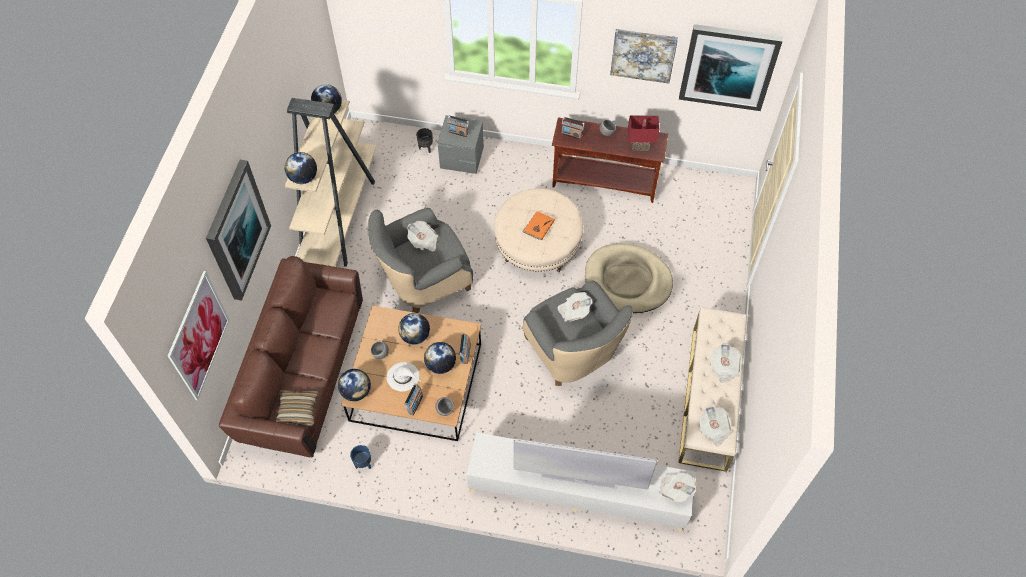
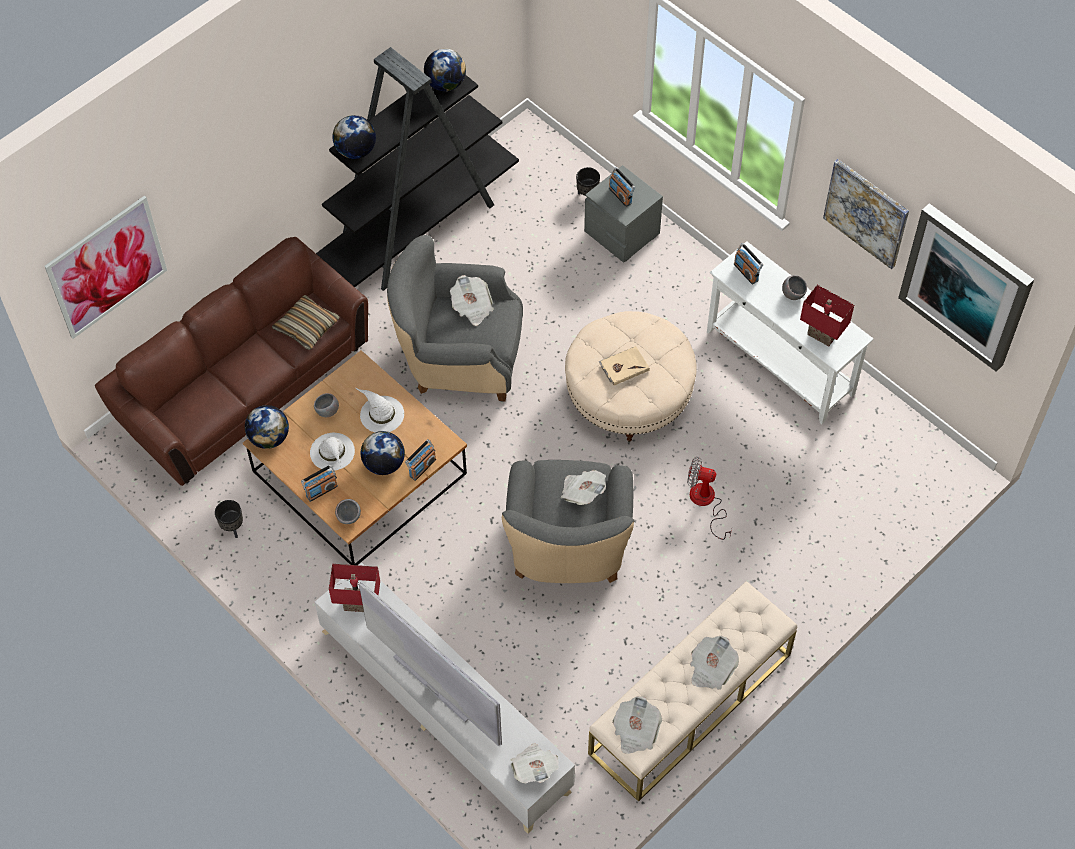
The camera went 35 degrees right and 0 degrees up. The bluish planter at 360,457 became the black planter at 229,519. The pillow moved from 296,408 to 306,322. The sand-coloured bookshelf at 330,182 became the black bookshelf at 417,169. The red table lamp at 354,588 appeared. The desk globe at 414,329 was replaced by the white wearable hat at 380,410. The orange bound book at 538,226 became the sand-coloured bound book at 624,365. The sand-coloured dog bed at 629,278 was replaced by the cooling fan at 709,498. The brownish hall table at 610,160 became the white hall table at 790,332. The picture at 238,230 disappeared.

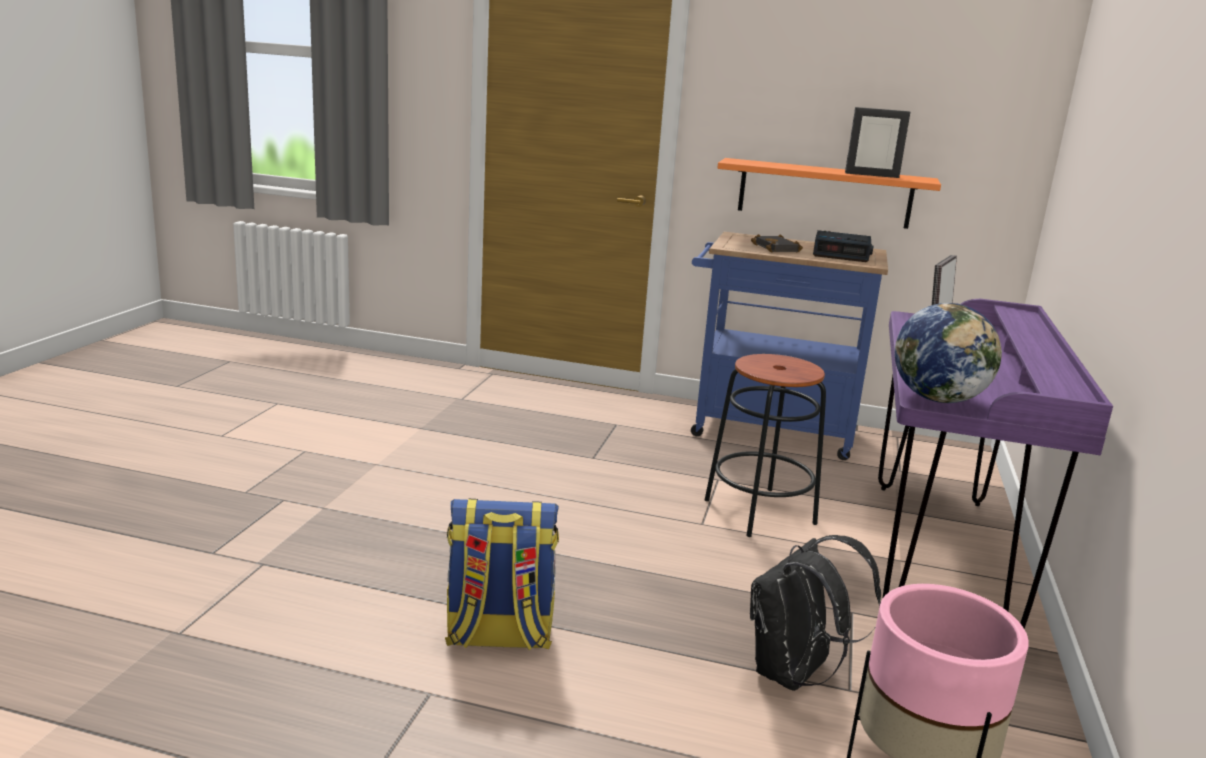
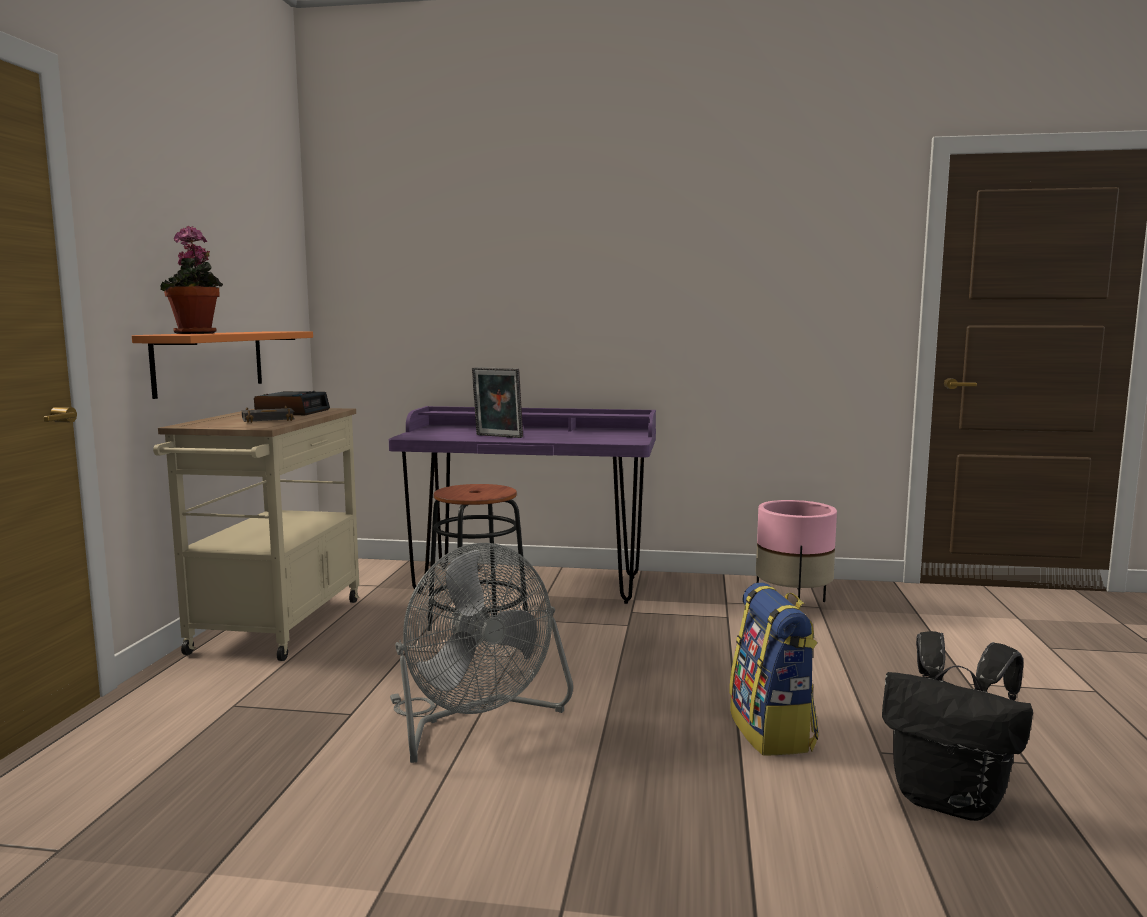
The camera went 95 degrees left and 10 degrees down. The bluish cart at 789,346 became the sand-coloured cart at 256,534. The houseplant at 191,280 appeared. The grey cooling fan at 481,653 appeared. The black backpack moved from 815,613 to 957,726. The picture frame at 877,142 disappeared. The desk globe at 948,353 disappeared.

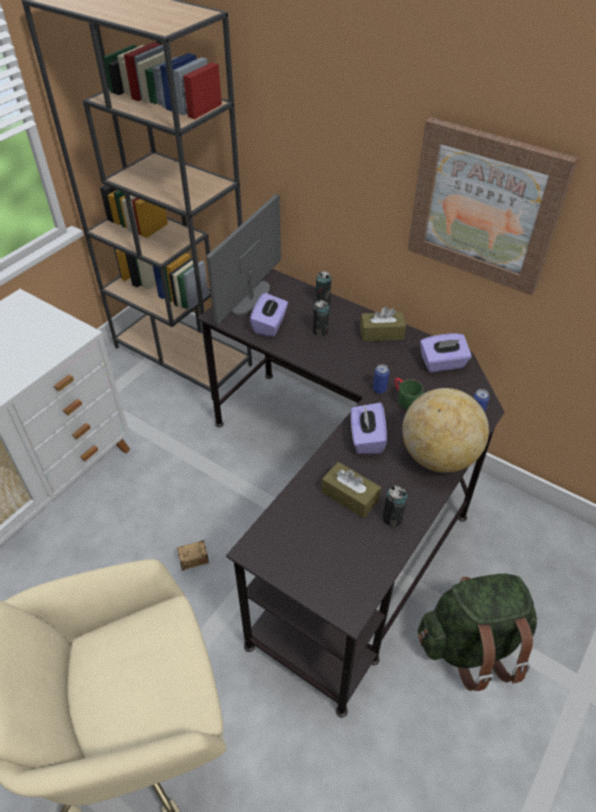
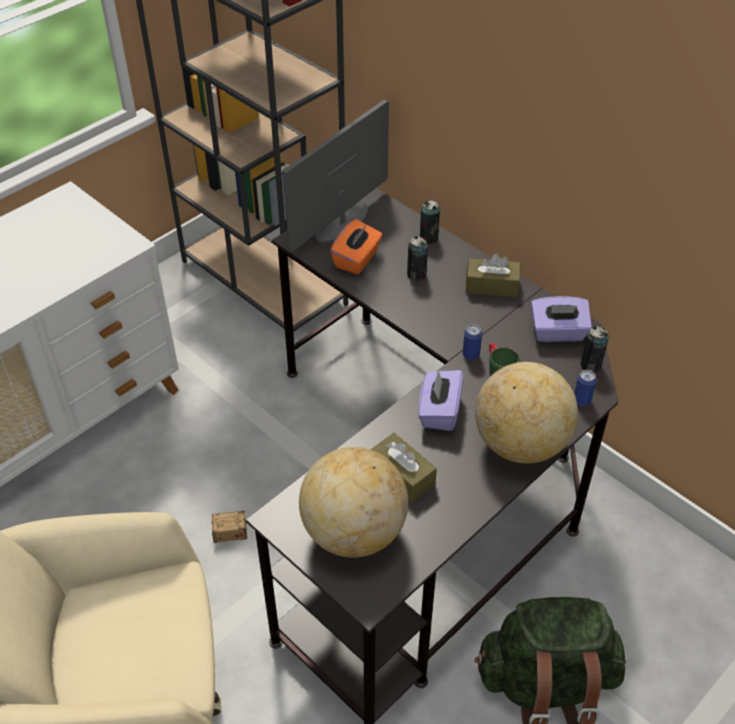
The camera went 10 degrees right and 0 degrees up. The desk globe at 353,502 appeared. The purplish tissue holder at 269,315 became the orange tissue holder at 356,247. The metal can moved from 395,506 to 595,349. The picture at 493,206 disappeared.

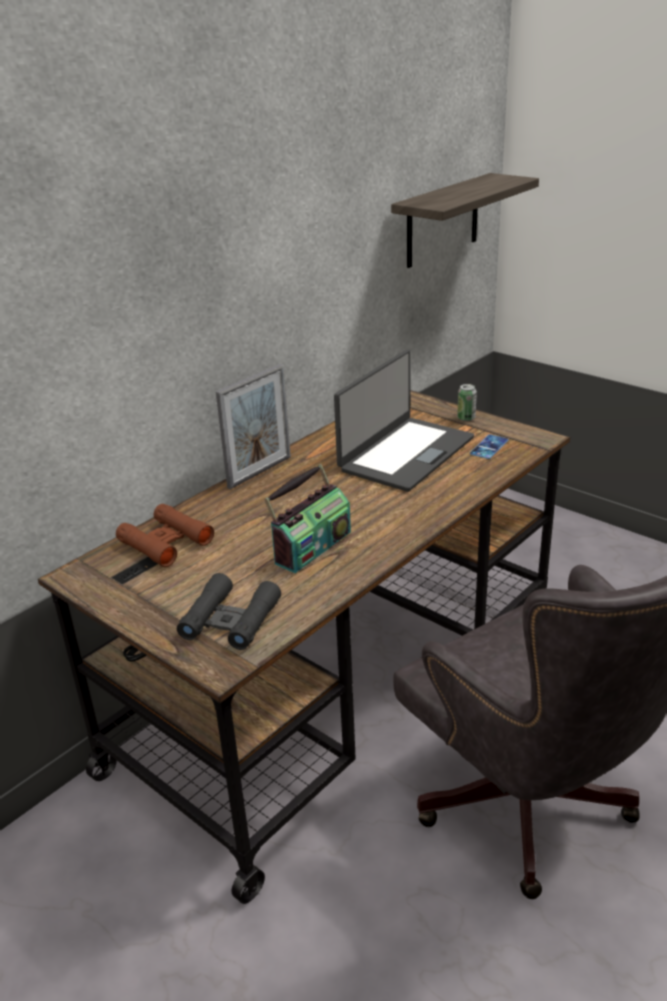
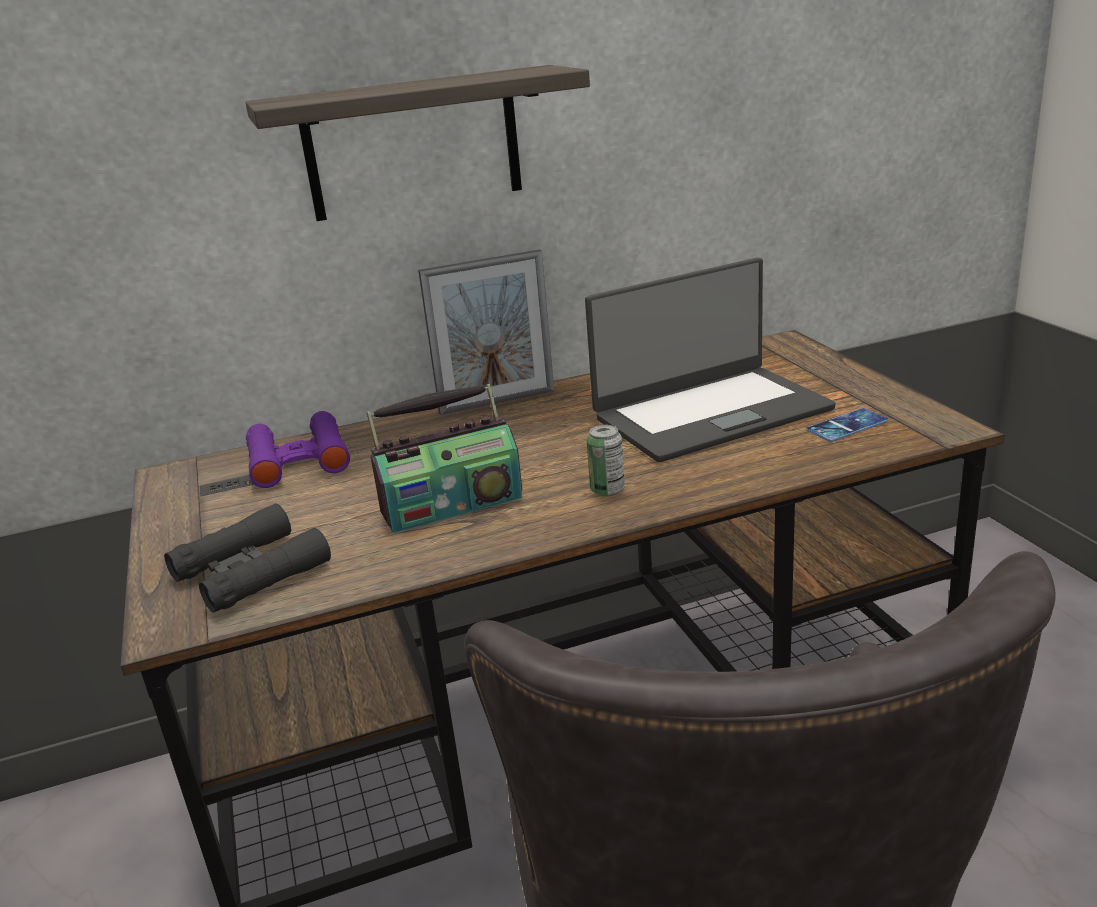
The camera went 30 degrees right and 5 degrees down. The shelf moved from 465,220 to 417,143. The brownish binoculars at 165,535 became the purplish binoculars at 298,449. The metal can moved from 467,402 to 606,461.

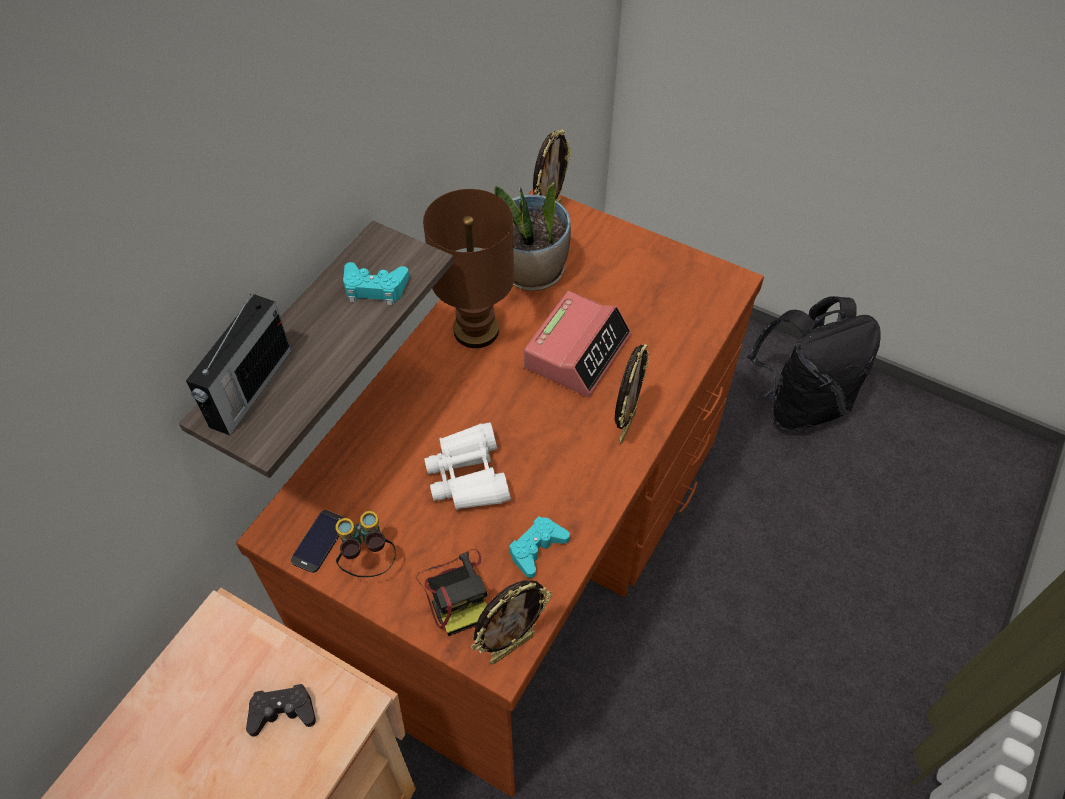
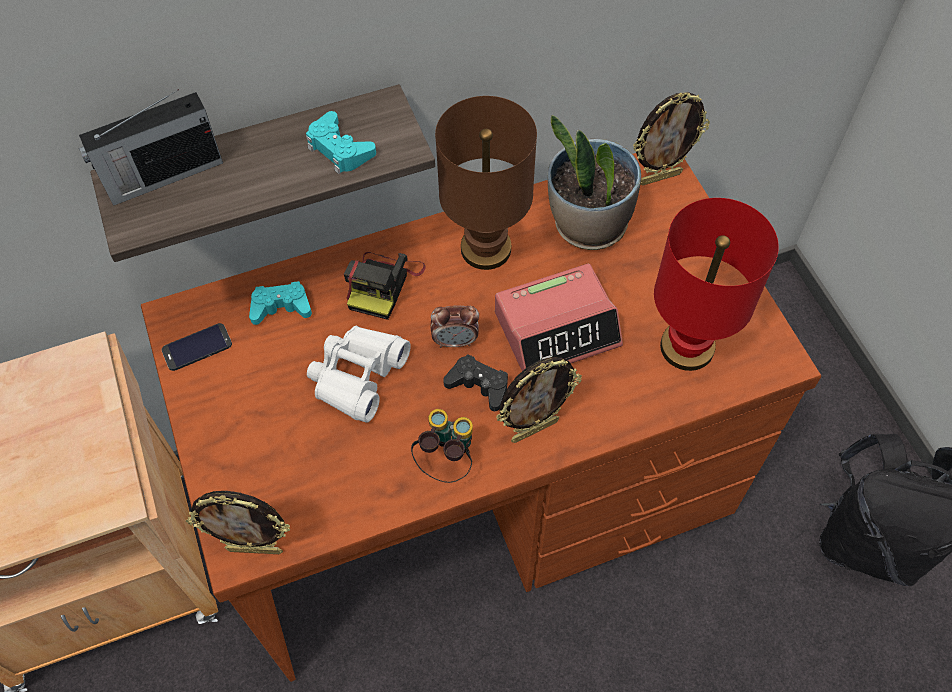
The camera went 40 degrees right and 5 degrees up. The blue-green joypad moved from 539,547 to 280,303. The still camera moved from 451,592 to 385,286. The binoculars moved from 365,544 to 442,446. The table clock at 455,326 appeared. The black joypad moved from 281,710 to 475,382. The red table lamp at 716,284 appeared.

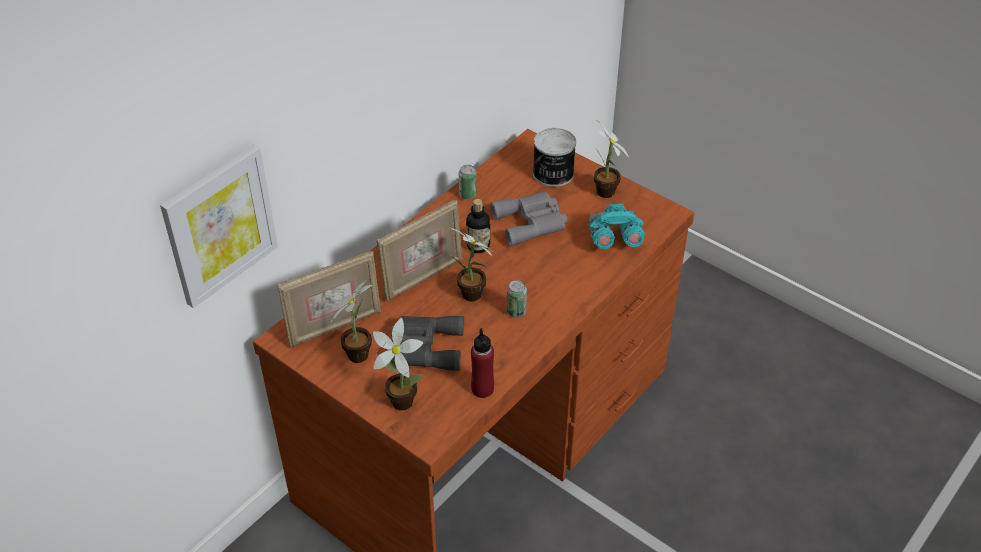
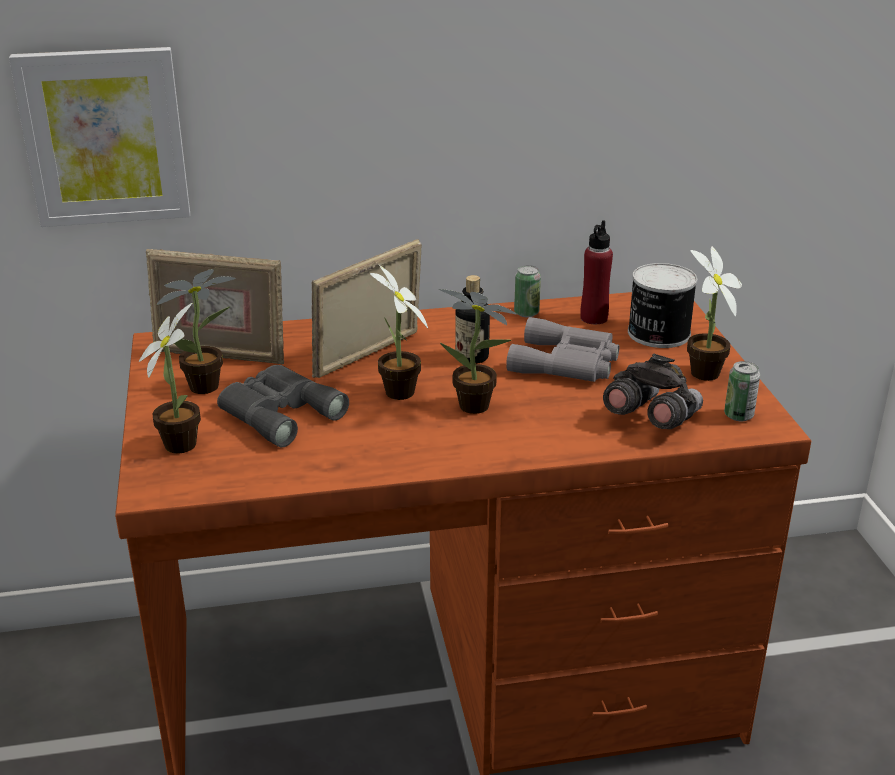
The camera went 40 degrees right and 15 degrees down. The picture frame at 420,250 turned 135 degrees clockwise. The houseplant at 478,351 appeared. The red bottle moved from 482,363 to 596,272. The blue-green binoculars at 617,226 became the grey binoculars at 653,391. The metal can moved from 517,299 to 742,391.

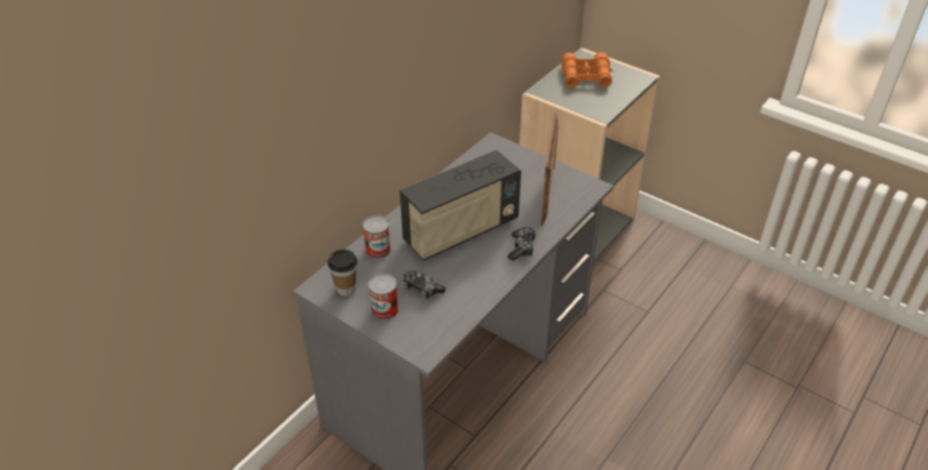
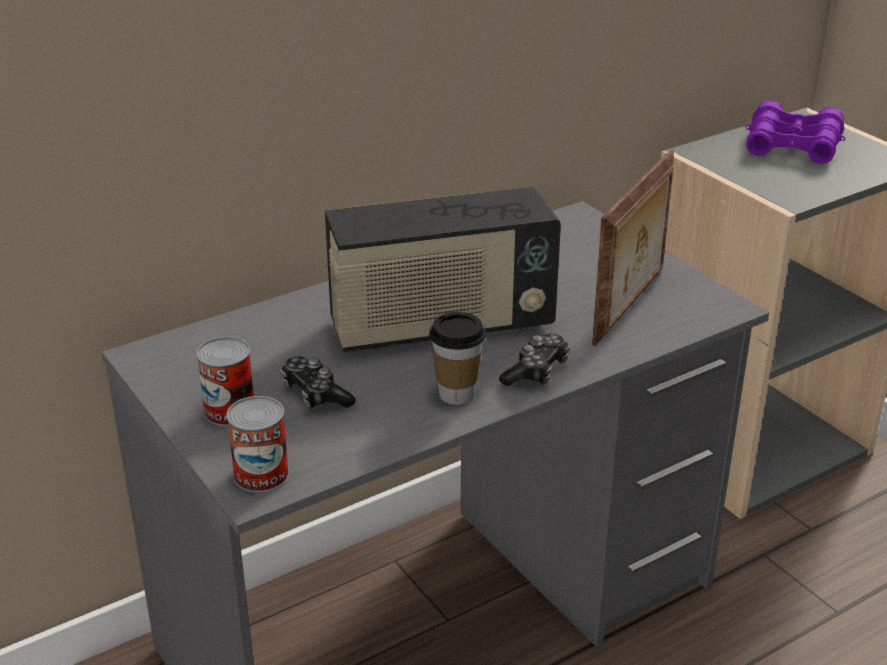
The camera went 20 degrees right and 10 degrees down. The metal can moved from 377,237 to 257,444. The cup moved from 343,272 to 457,358. The orange binoculars at 587,70 became the purplish binoculars at 795,132.

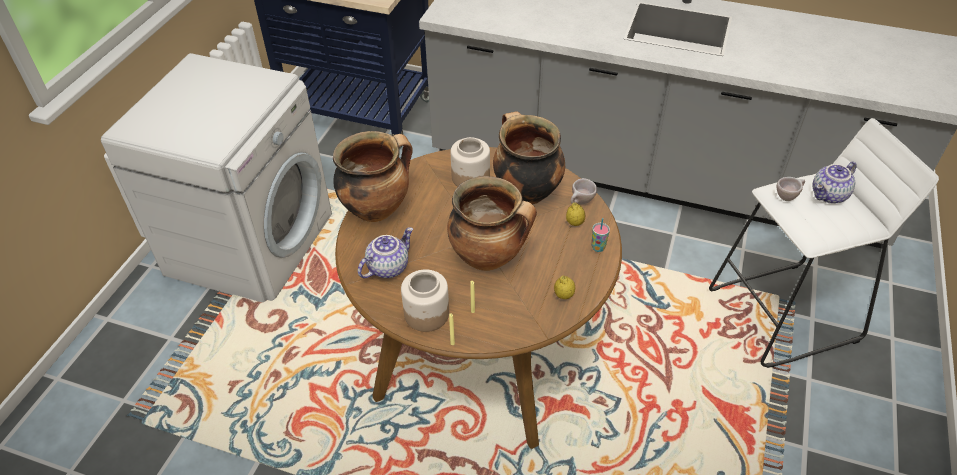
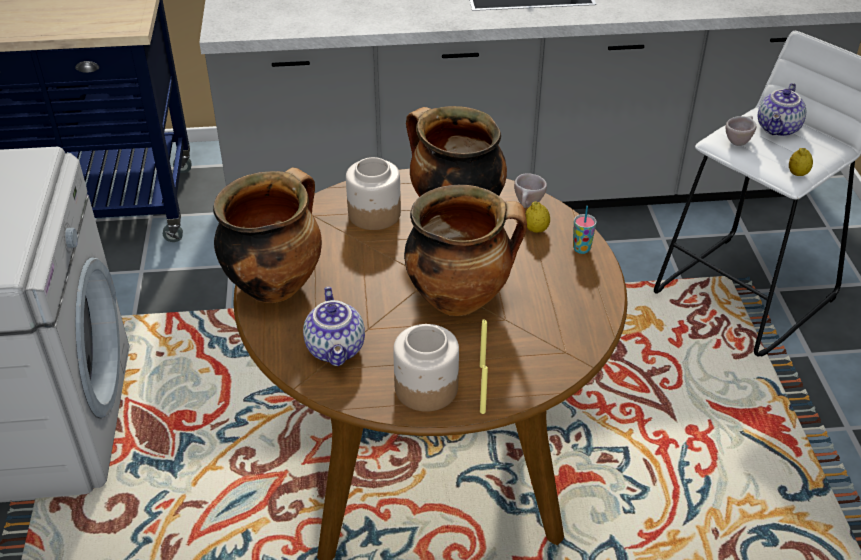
The camera went 25 degrees left and 5 degrees down. The pot for tea at 385,252 turned 150 degrees clockwise. The citrus fruit moved from 564,287 to 801,162.

